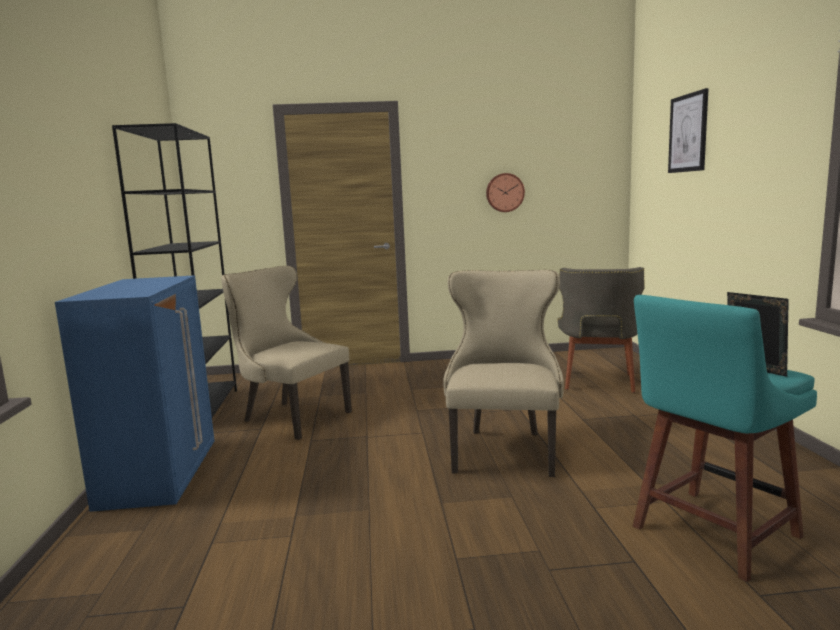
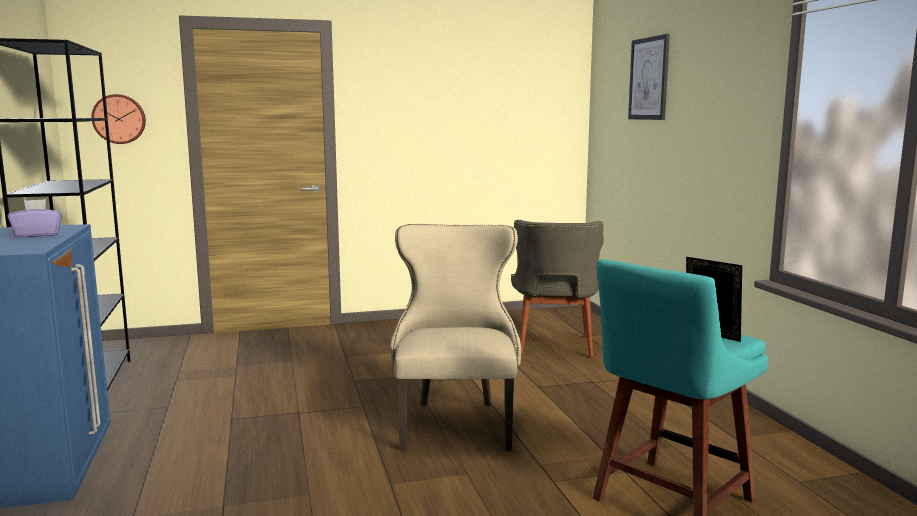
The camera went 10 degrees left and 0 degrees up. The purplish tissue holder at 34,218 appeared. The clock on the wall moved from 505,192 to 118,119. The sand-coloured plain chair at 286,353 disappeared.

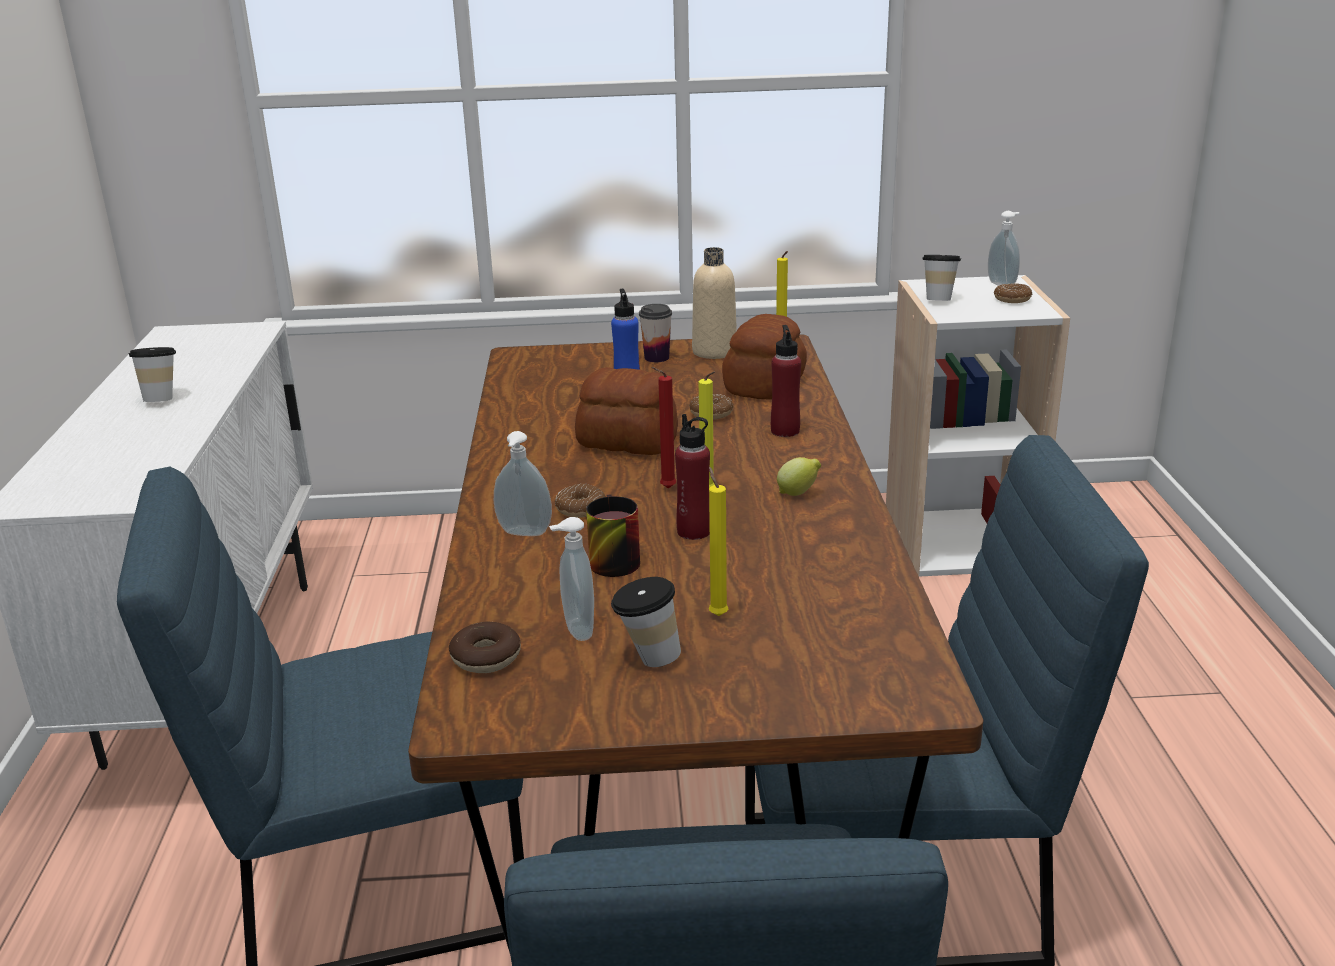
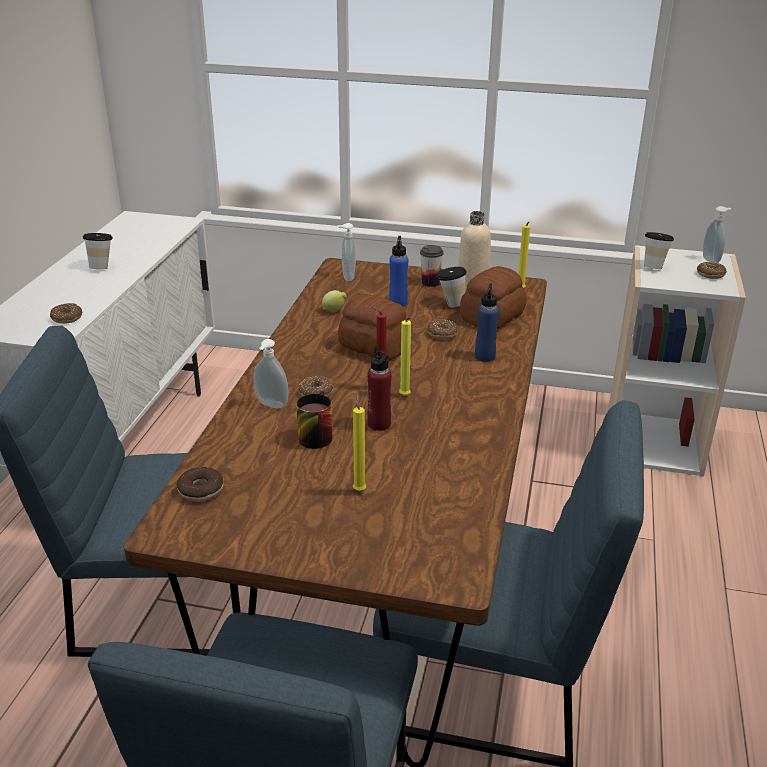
The camera went 15 degrees right and 5 degrees up. The ring doughnut at 66,313 appeared. The citrus fruit moved from 799,476 to 334,301. The soap bottle moved from 571,579 to 347,252. The cup moved from 646,622 to 451,287. The red bottle at 786,381 became the bluish bottle at 487,323.

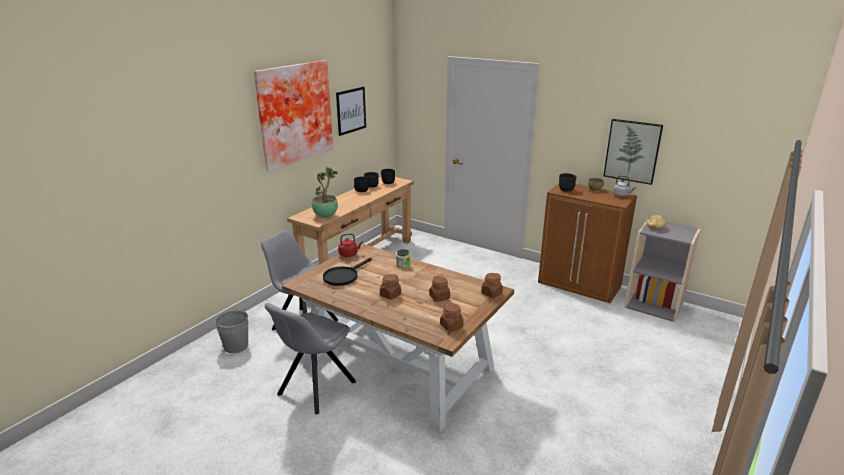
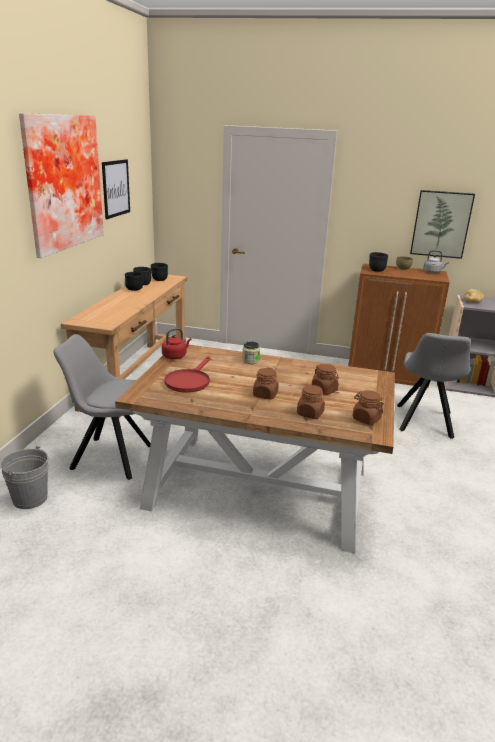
The camera went 20 degrees left and 0 degrees up. The black skillet at 347,272 became the red skillet at 187,374. The brownish jar moved from 492,285 to 311,402. The grey plain chair moved from 310,358 to 434,386. The houseplant at 325,192 disappeared.

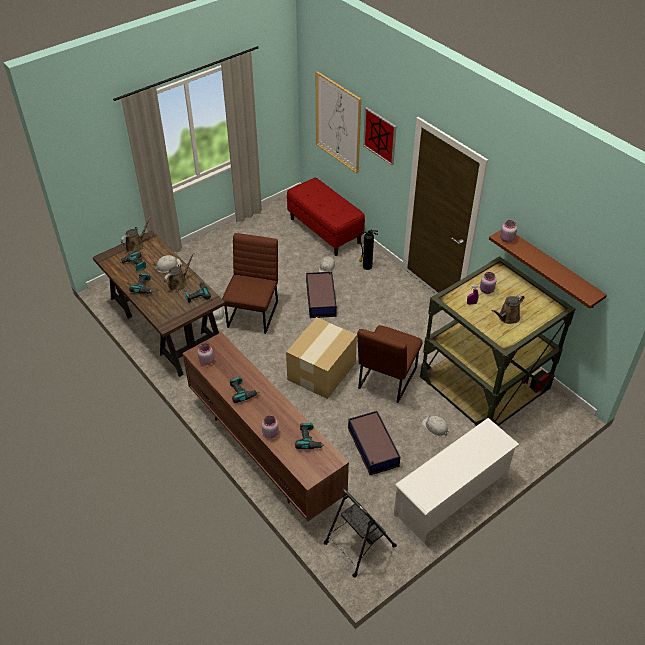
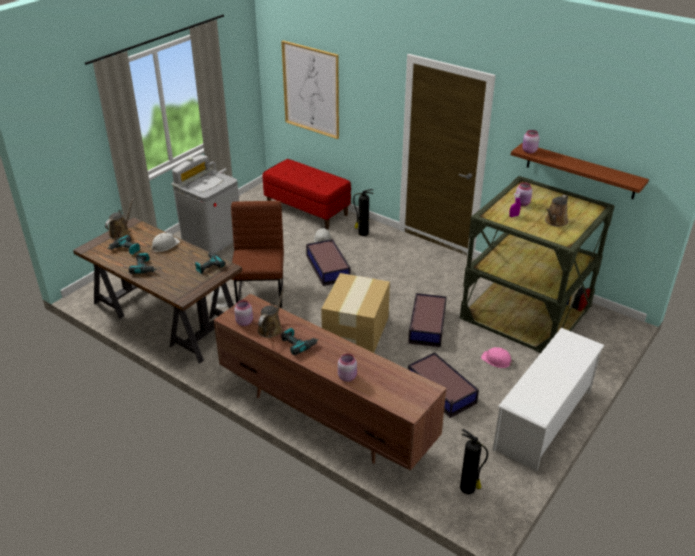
The camera went 15 degrees left and 10 degrees down. The grey laundry machine at 205,204 appeared. The brownish watering can moved from 179,272 to 272,312. The brownish plain chair at 390,364 was replaced by the storage container at 427,320. The black step stool at 360,533 was replaced by the extinguisher at 474,461. The white safety helmet at 435,426 became the pink safety helmet at 497,357. The drill at 310,436 disappeared. The picture at 379,136 disappeared.

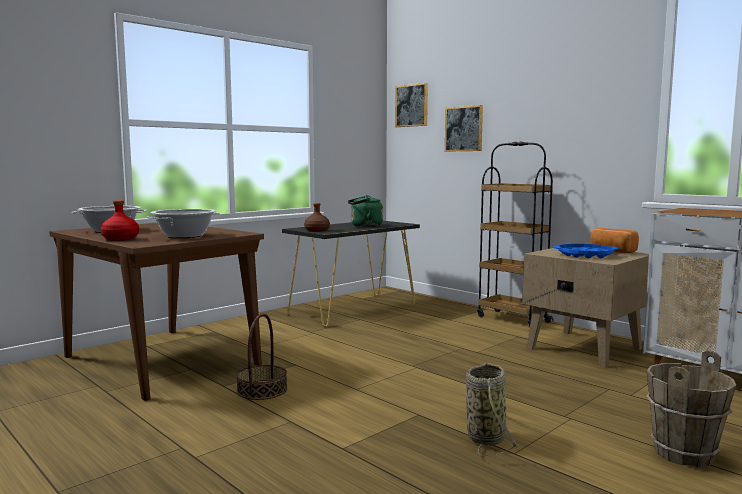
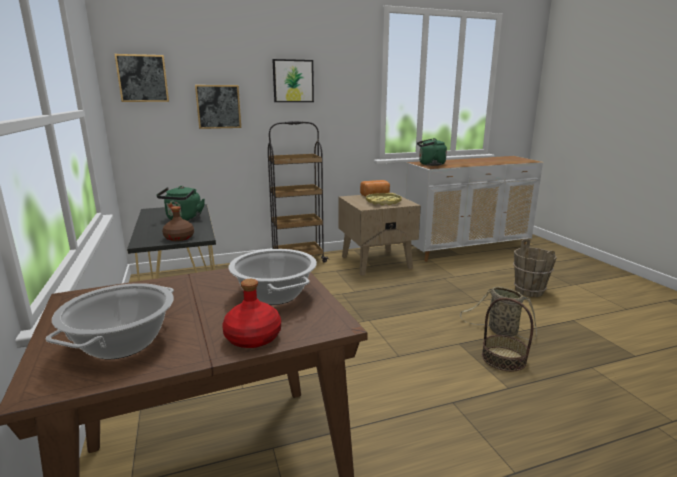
The camera went 65 degrees left and 10 degrees up. The picture at 293,80 appeared. The bluish tray at 586,251 became the yellow tray at 384,199. The green tea kettle at 432,152 appeared. The household basket moved from 261,356 to 508,335.

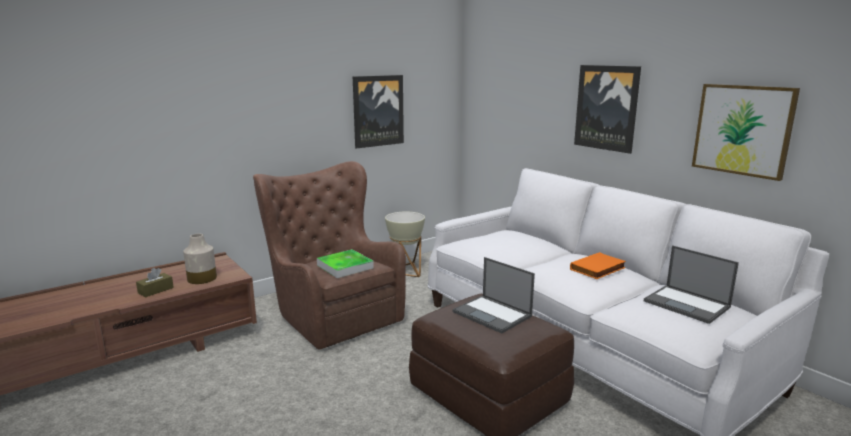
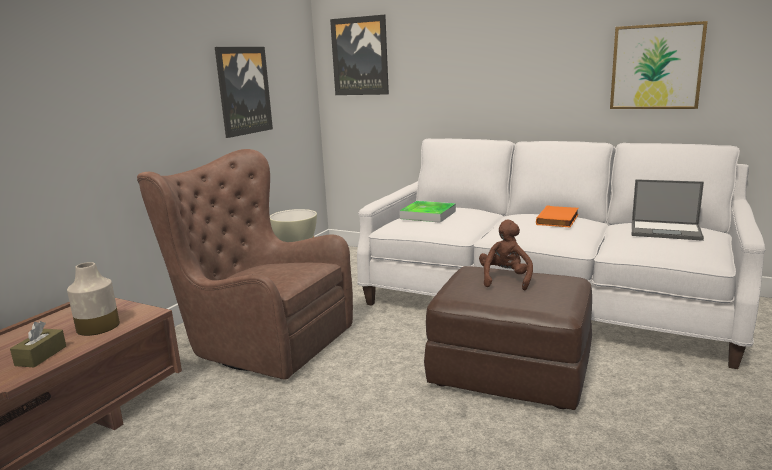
The camera went 25 degrees left and 0 degrees up. The picture moved from 607,109 to 359,55. The tray moved from 345,263 to 427,212. The laptop at 494,295 was replaced by the brownish cuddly toy at 506,255.

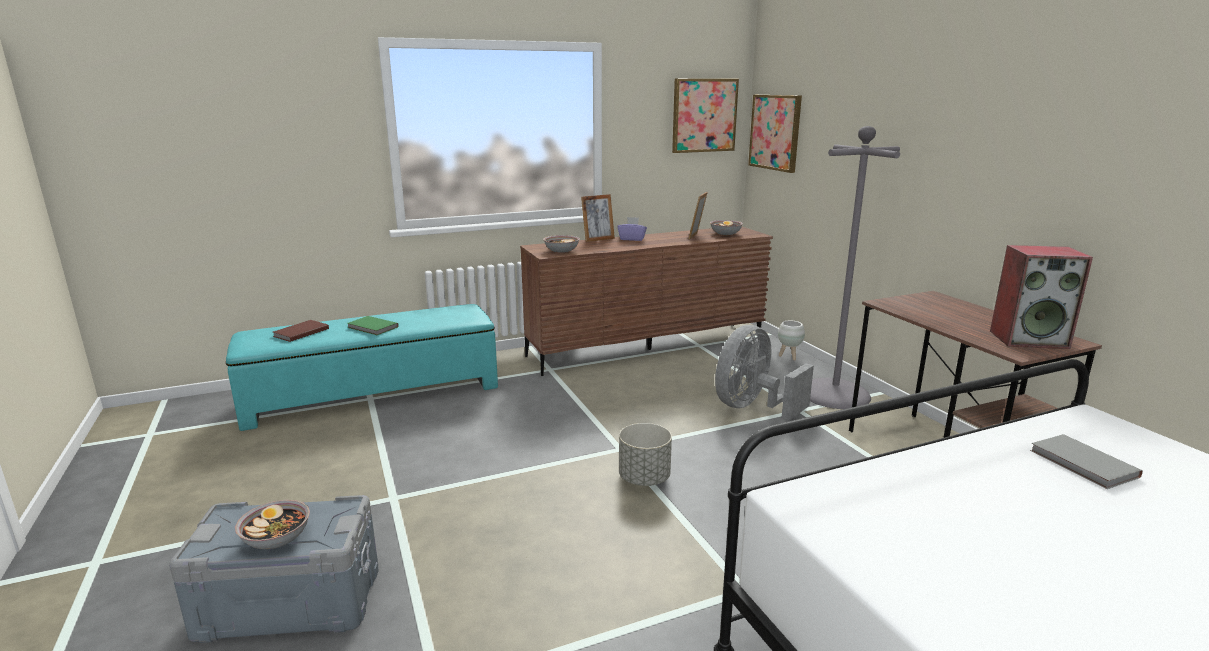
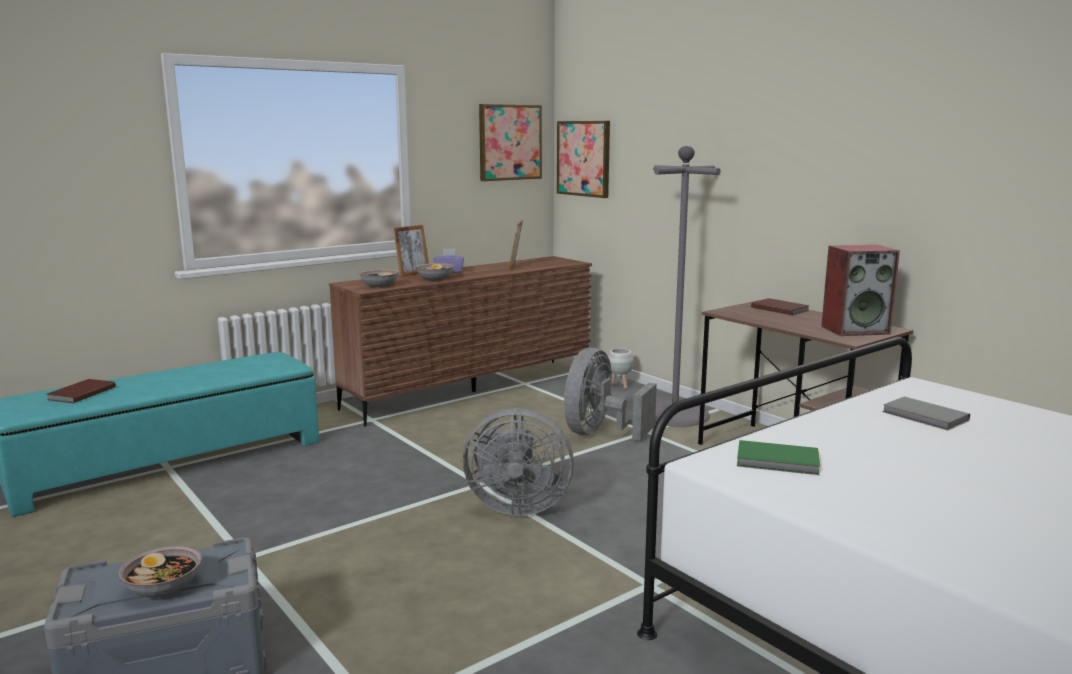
The camera went 15 degrees left and 5 degrees down. The serving bowl moved from 726,227 to 435,271. The grey planter at 645,454 was replaced by the grey cooling fan at 518,462. The green bound book moved from 373,325 to 778,457. The brownish bound book at 780,306 appeared.

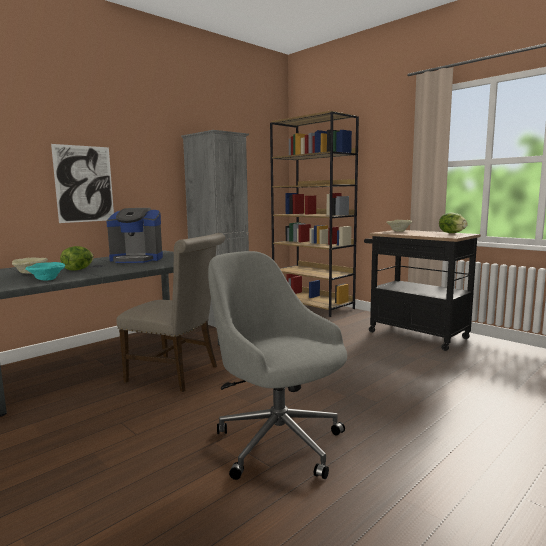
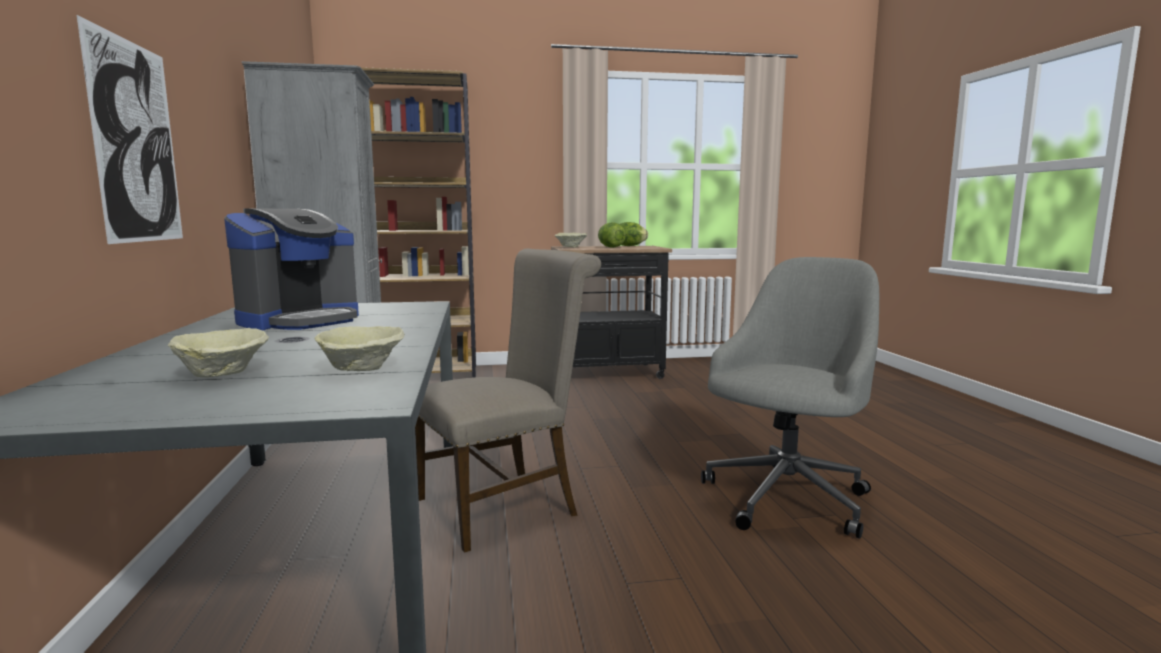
The camera went 55 degrees left and 0 degrees up. The blue-green serving bowl at 45,271 became the sand-coloured serving bowl at 360,348. The head of lettuce moved from 77,258 to 612,235. The grey office chair at 277,365 turned 135 degrees clockwise.

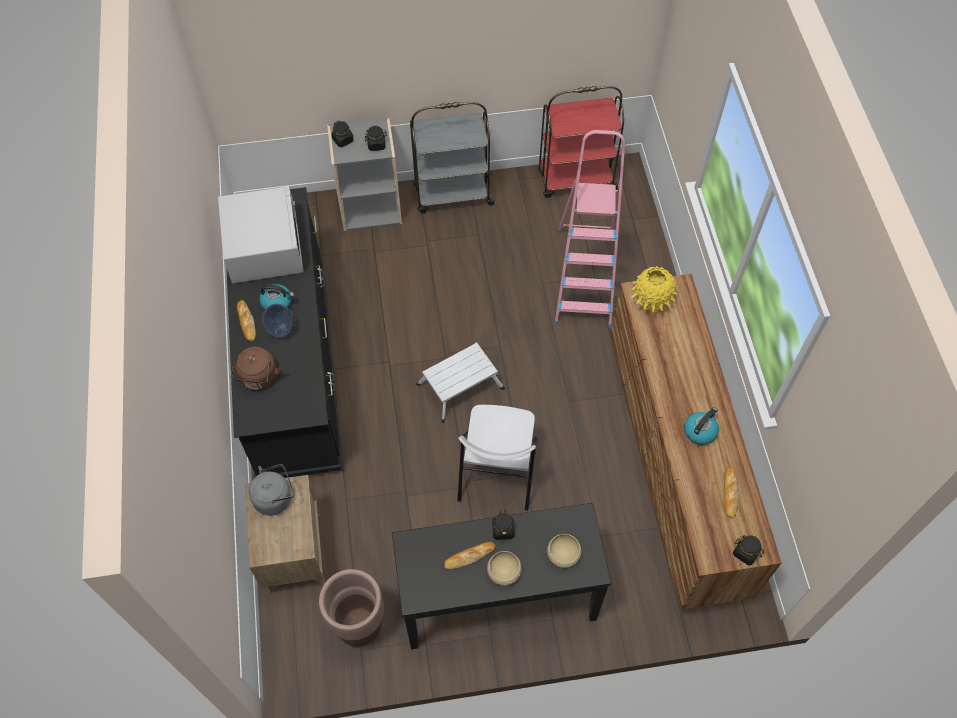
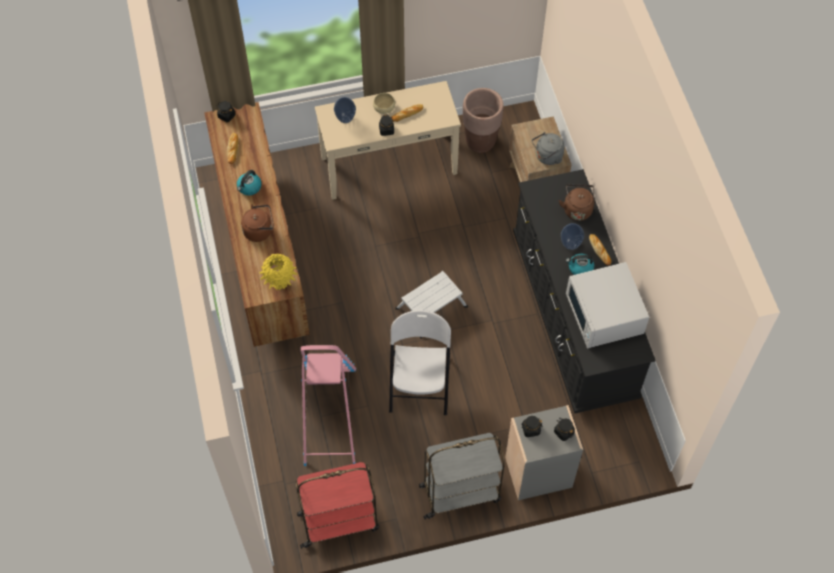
The camera went 175 degrees right and 0 degrees up. The brownish tea kettle at 257,223 appeared. The black hall table at 501,576 became the sand-coloured hall table at 388,140. The sand-coloured serving bowl at 564,551 was replaced by the decorative vase at 345,110. The white plain chair moved from 497,458 to 420,362.

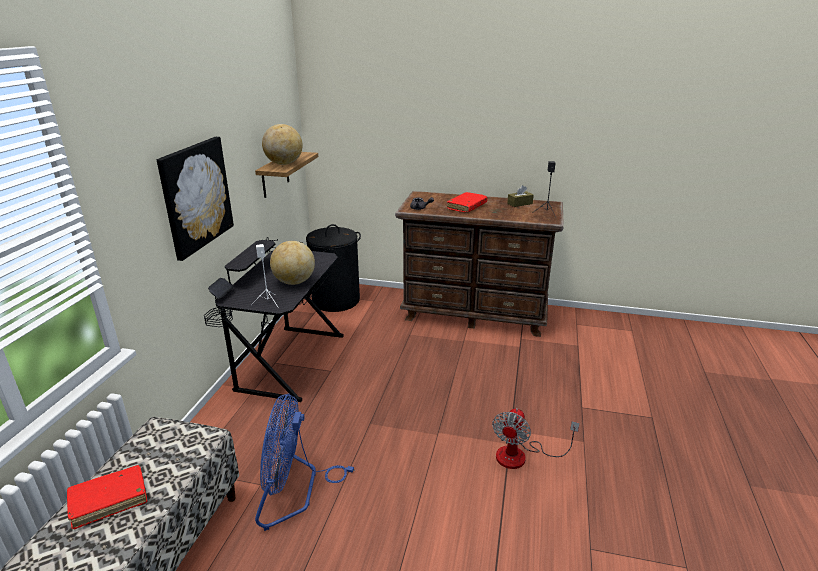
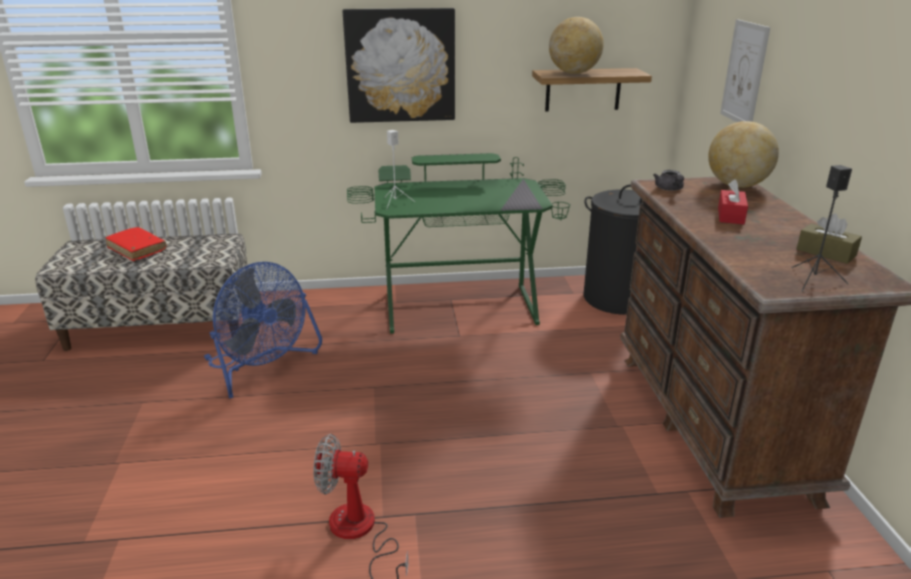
The camera went 70 degrees right and 0 degrees up. The bluish cooling fan at 305,462 turned 150 degrees clockwise. The black desk at 274,319 became the green desk at 458,243. The desk globe moved from 292,263 to 743,154. The red bound book at 467,202 was replaced by the red tissue holder at 733,201. The picture at 745,70 appeared.

